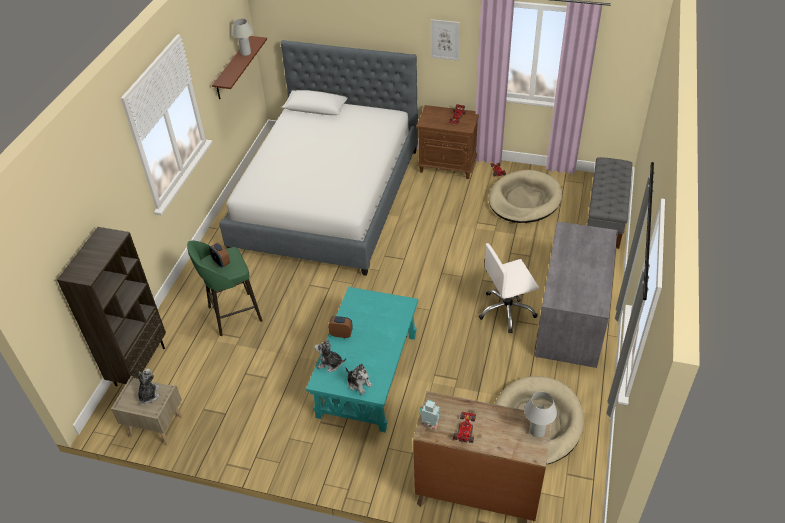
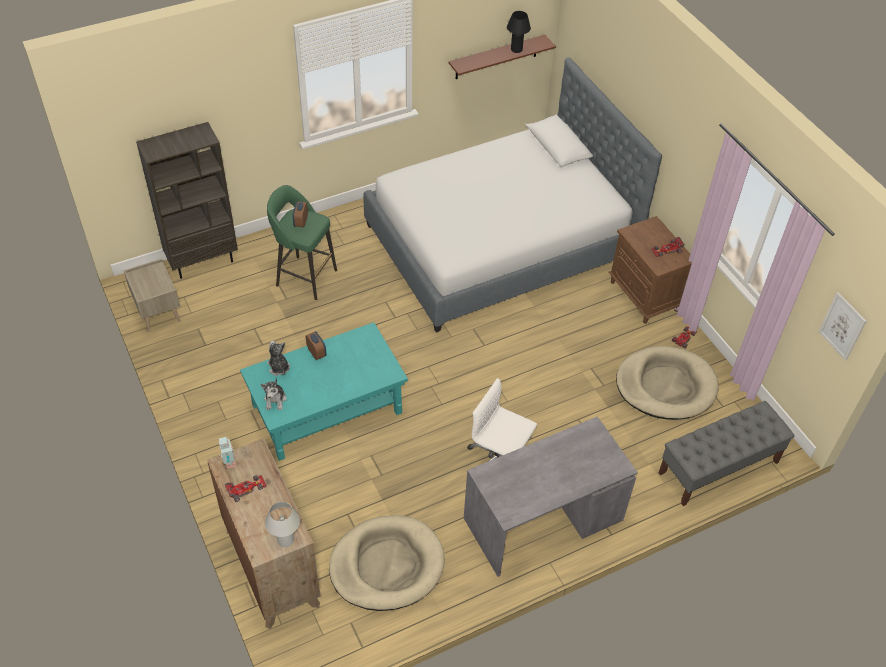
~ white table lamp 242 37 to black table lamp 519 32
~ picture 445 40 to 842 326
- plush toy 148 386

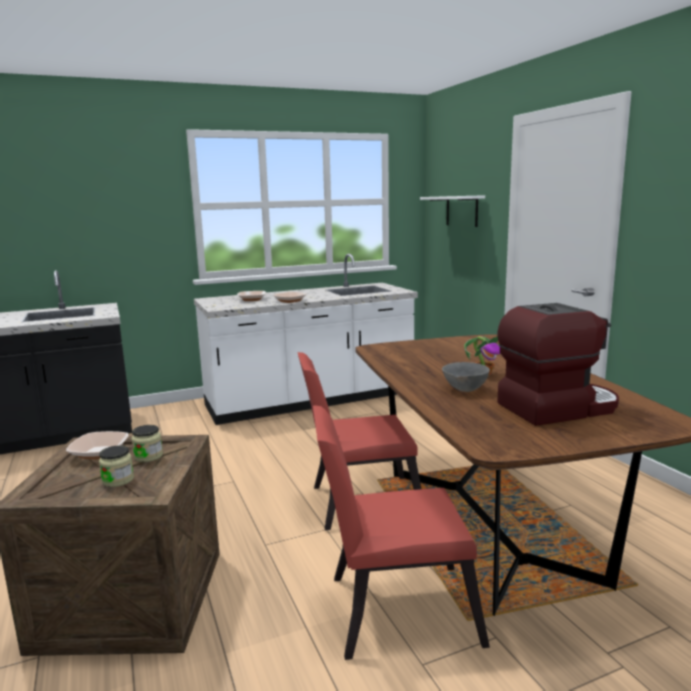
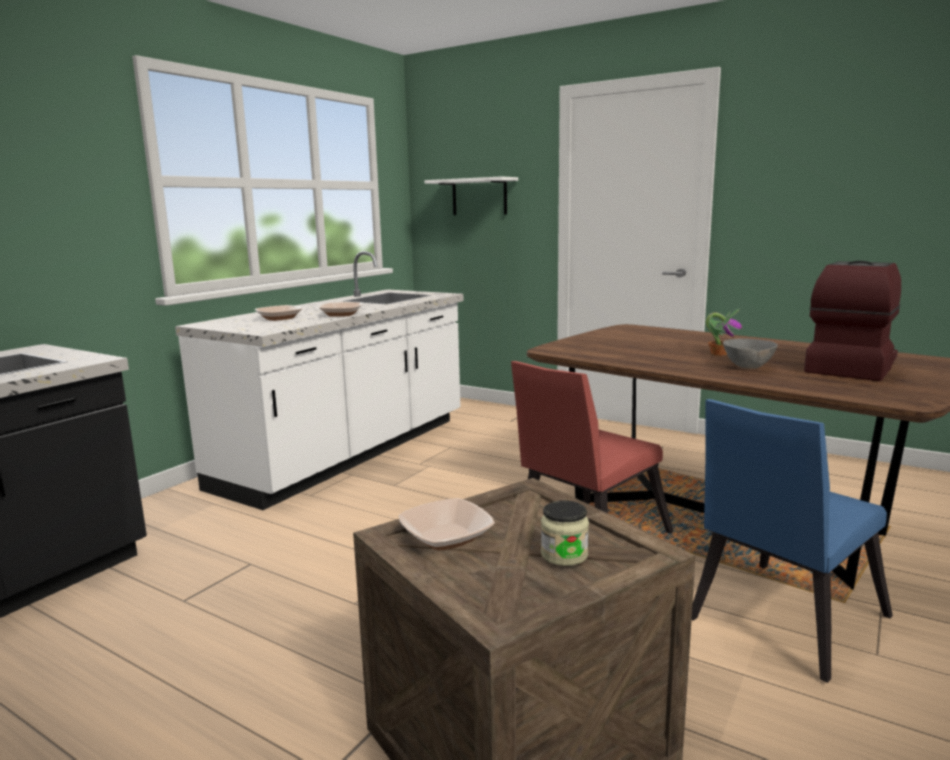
~ red chair 401 533 to blue chair 792 541
- jar 147 443

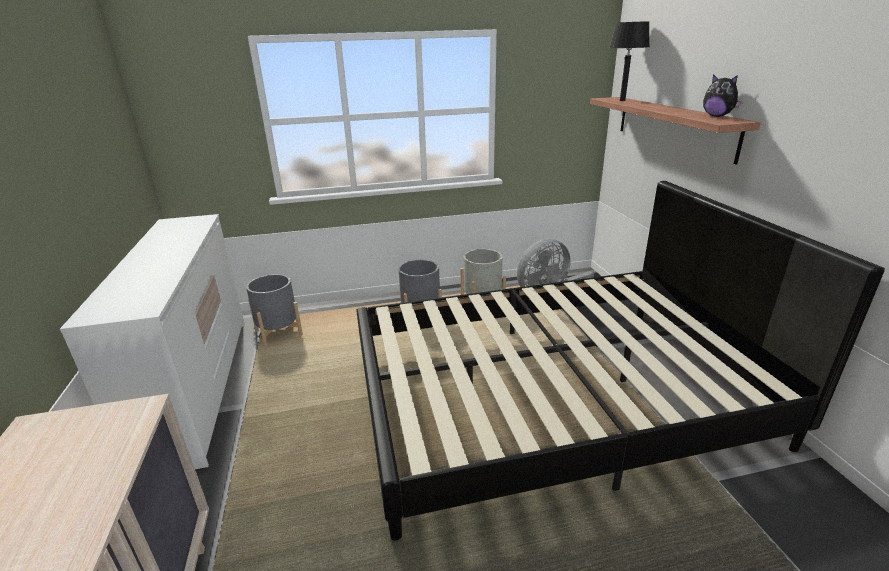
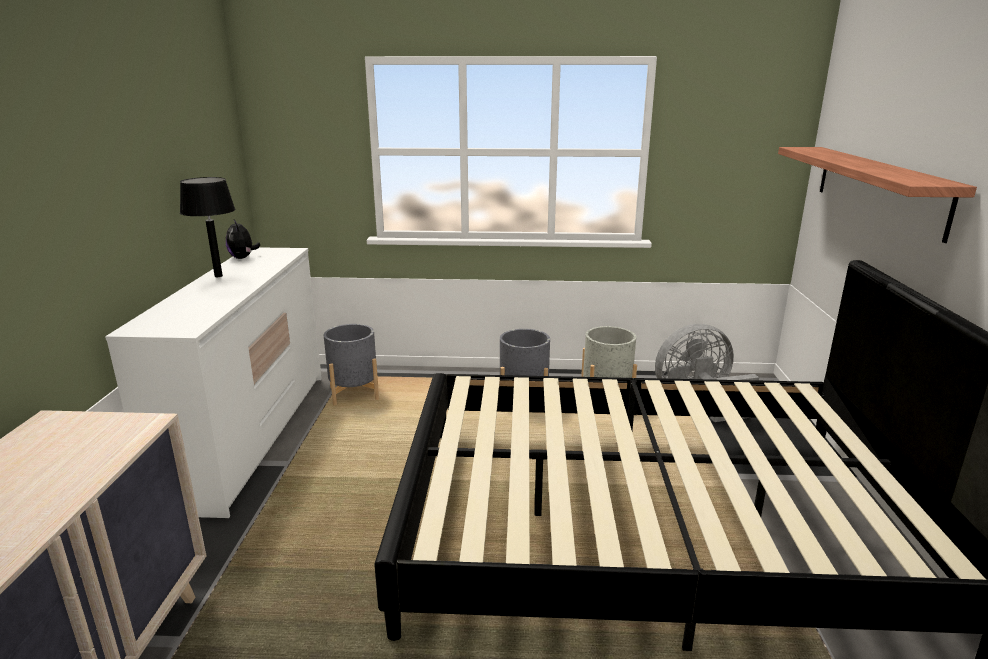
~ black table lamp 630 61 to 207 227
~ plush toy 723 95 to 243 239

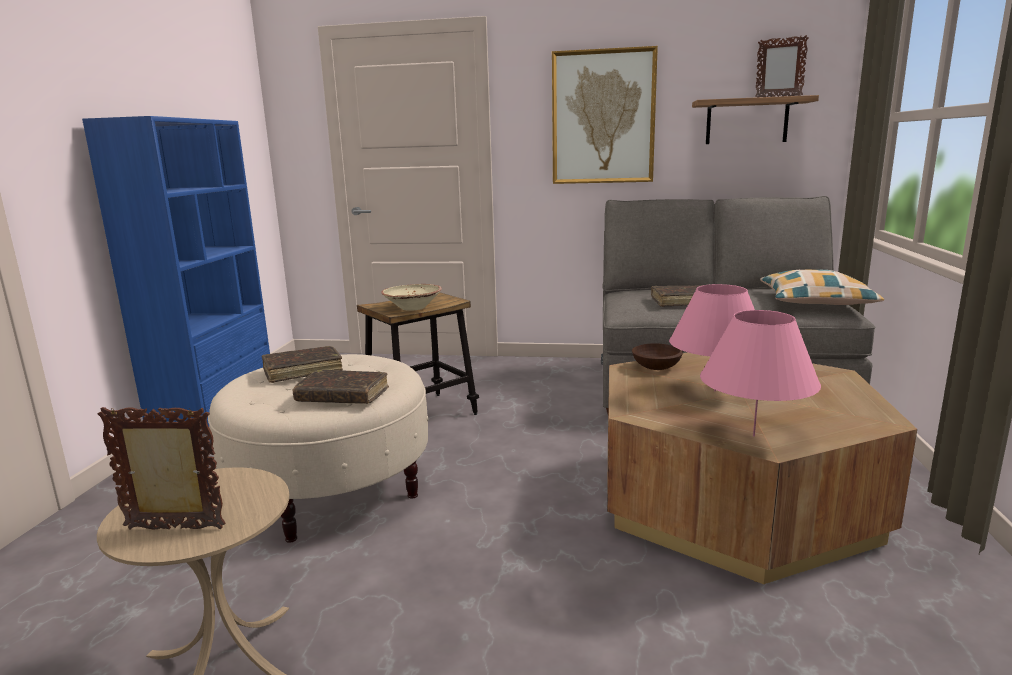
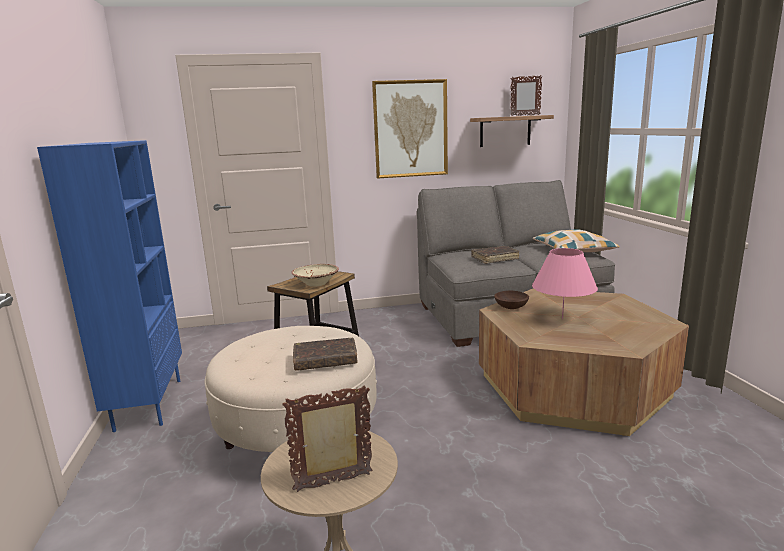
- pink table lamp 760 373
- brown book 302 364

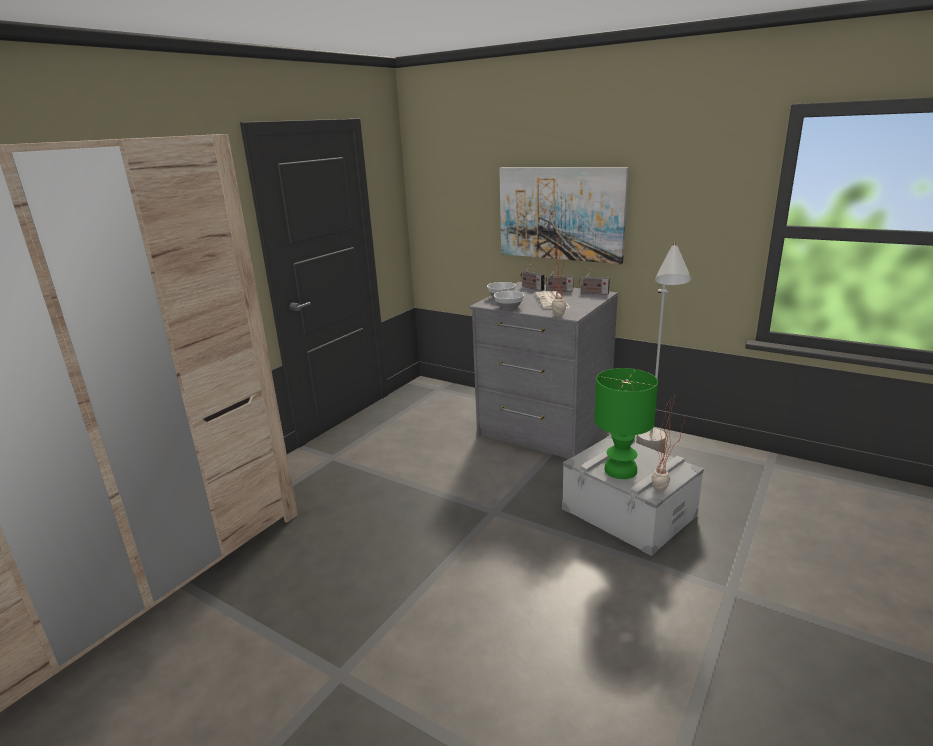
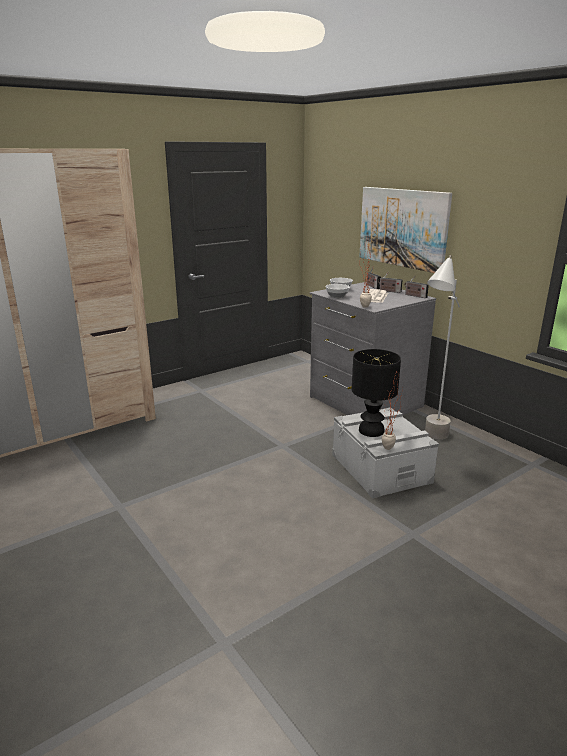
~ green table lamp 626 423 to black table lamp 376 393

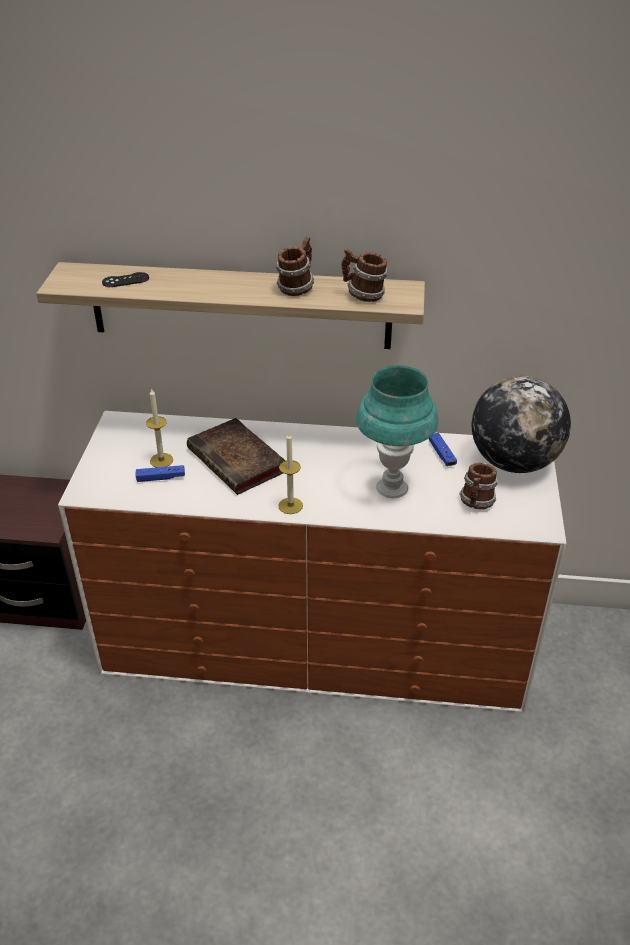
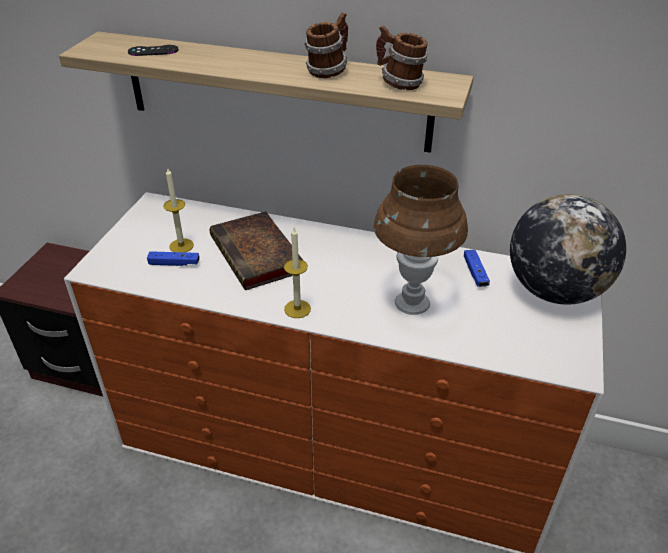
~ turquoise table lamp 397 431 to brown table lamp 421 240
- mug 478 486

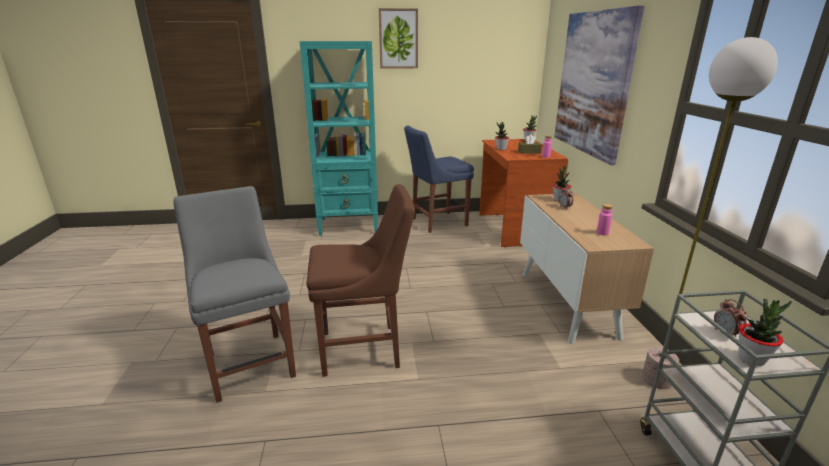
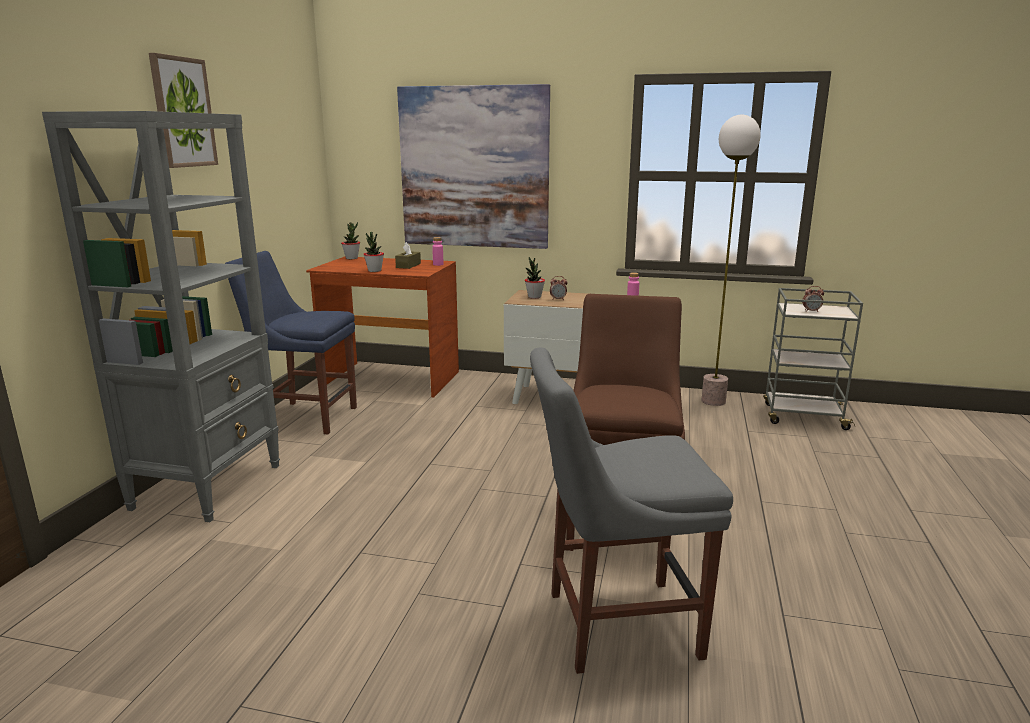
~ turquoise bookcase 339 138 to grey bookcase 161 316
~ blue chair 439 179 = 291 342 105 degrees clockwise
- potted plant 765 332

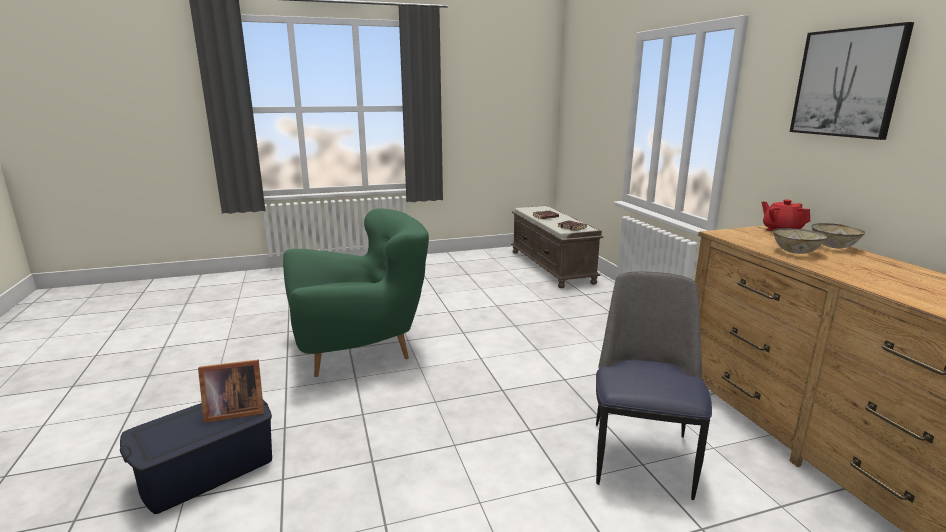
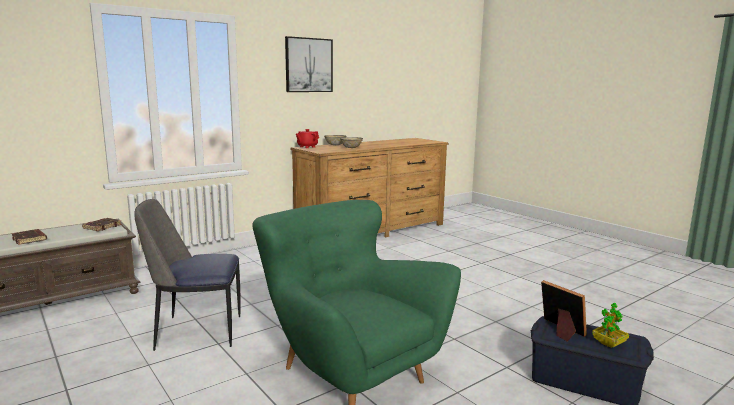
~ chair 654 385 to 187 275
+ potted plant 610 325

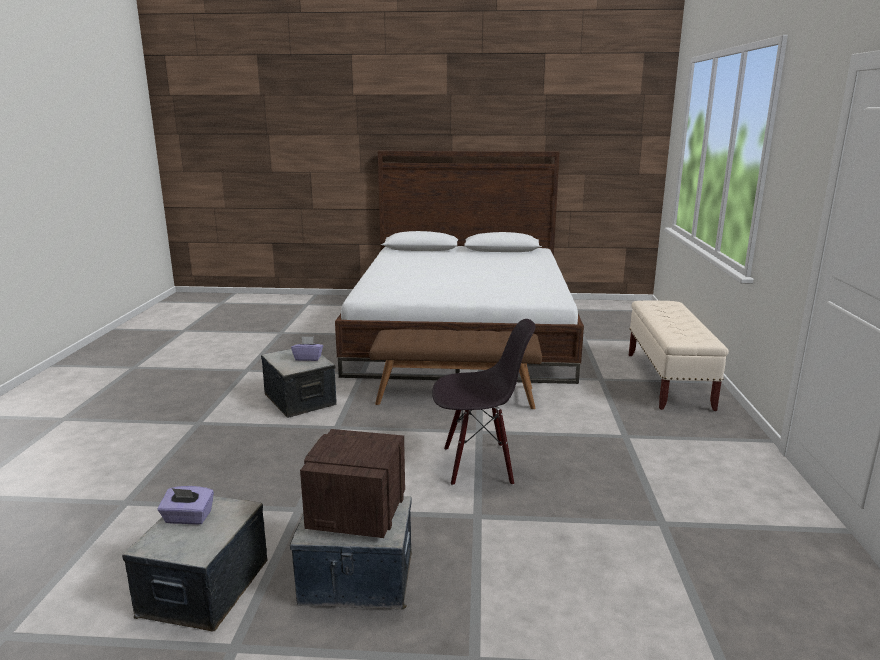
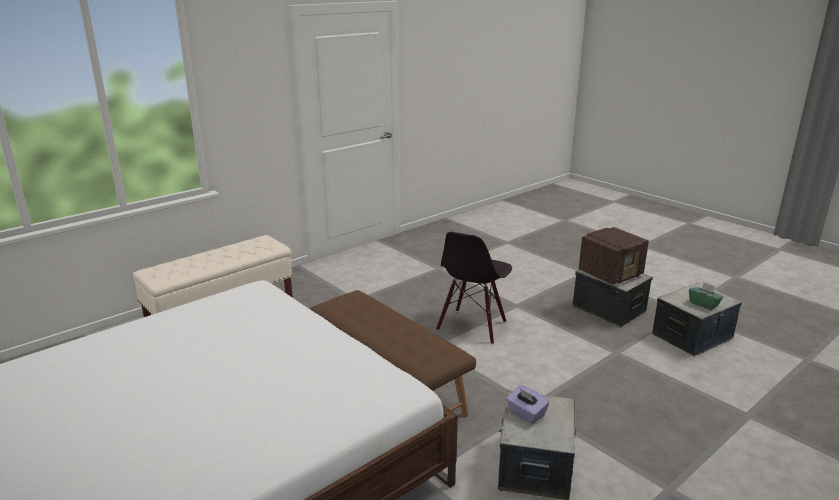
~ black chair 483 402 = 474 288 105 degrees counterclockwise
~ purple tissue box 186 505 to green tissue box 706 296

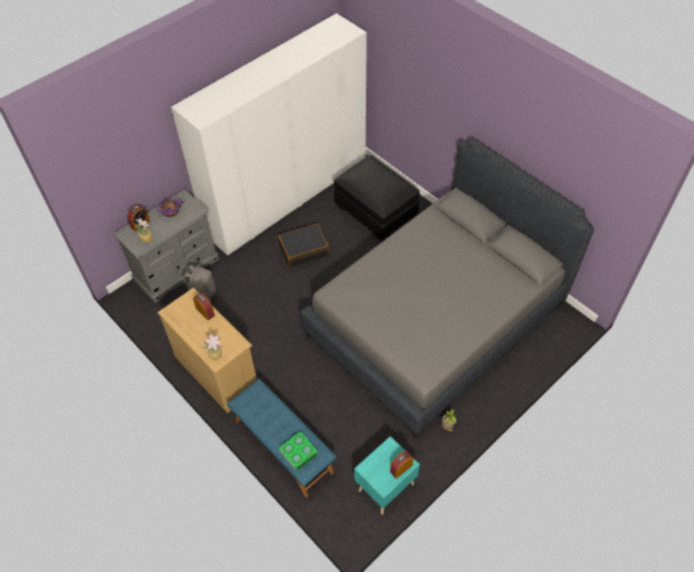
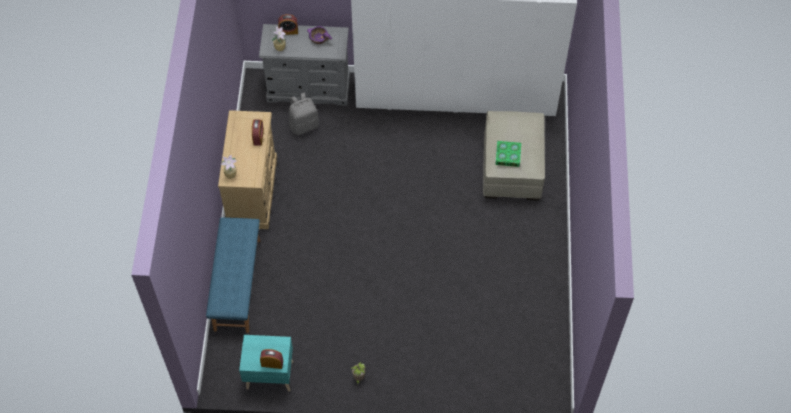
- grey bed 447 287
~ black ottoman 377 198 to beige ottoman 514 156
- black suitcase 303 245
~ book 298 451 to 508 154

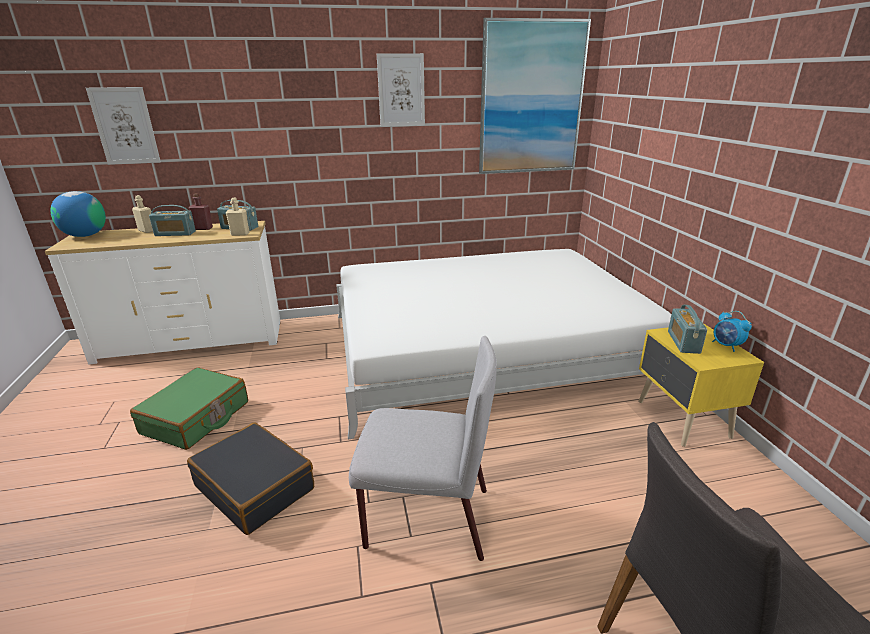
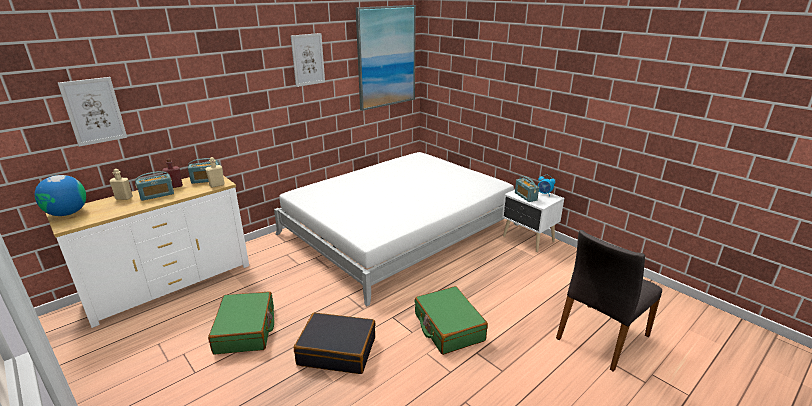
~ yellow nightstand 701 385 to white nightstand 533 221
~ grey chair 423 448 to green suitcase 451 320

